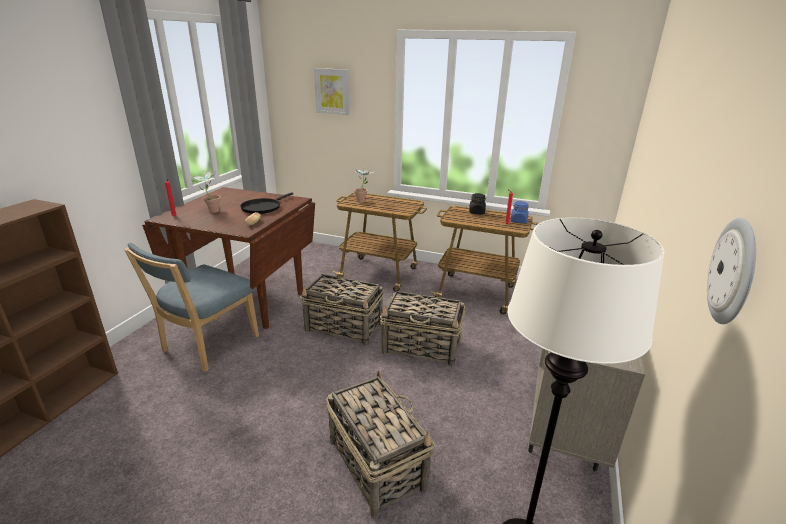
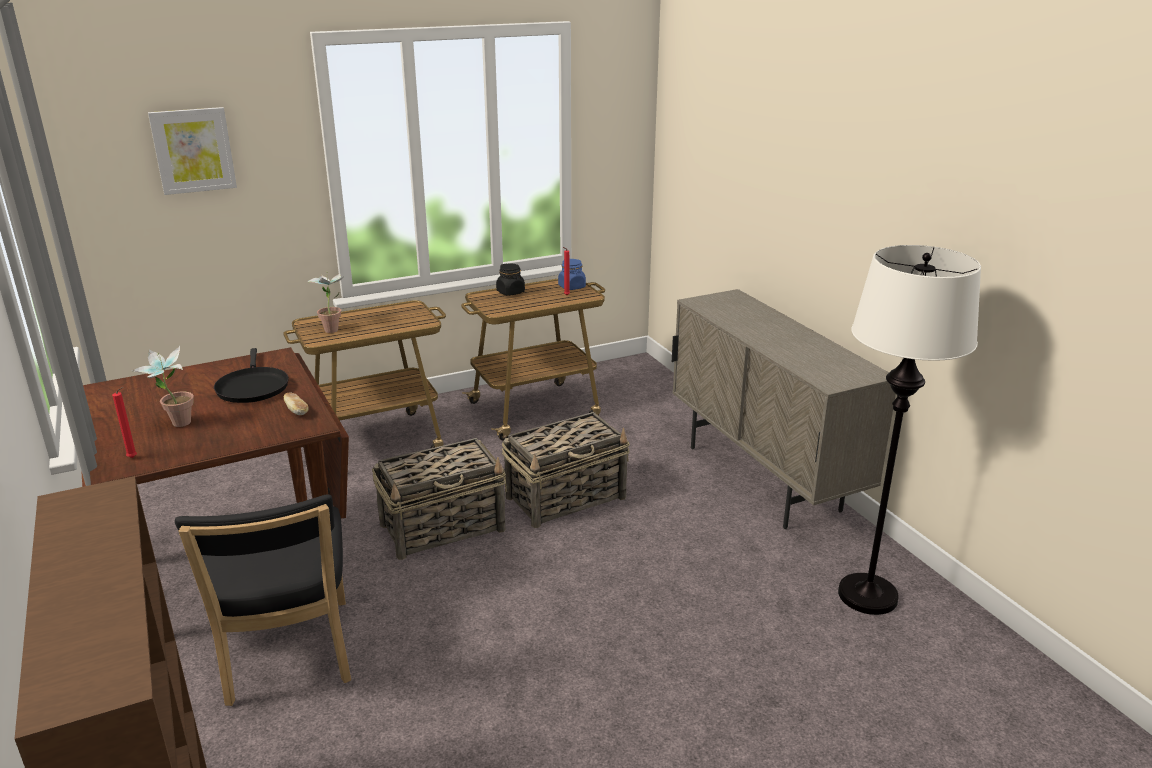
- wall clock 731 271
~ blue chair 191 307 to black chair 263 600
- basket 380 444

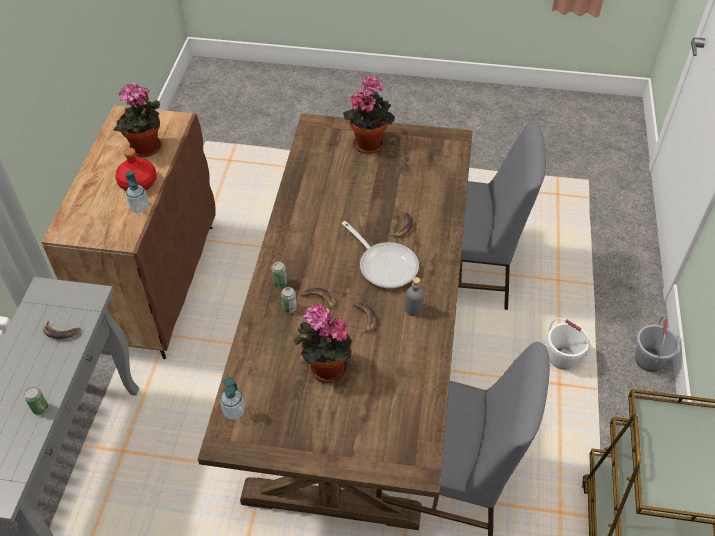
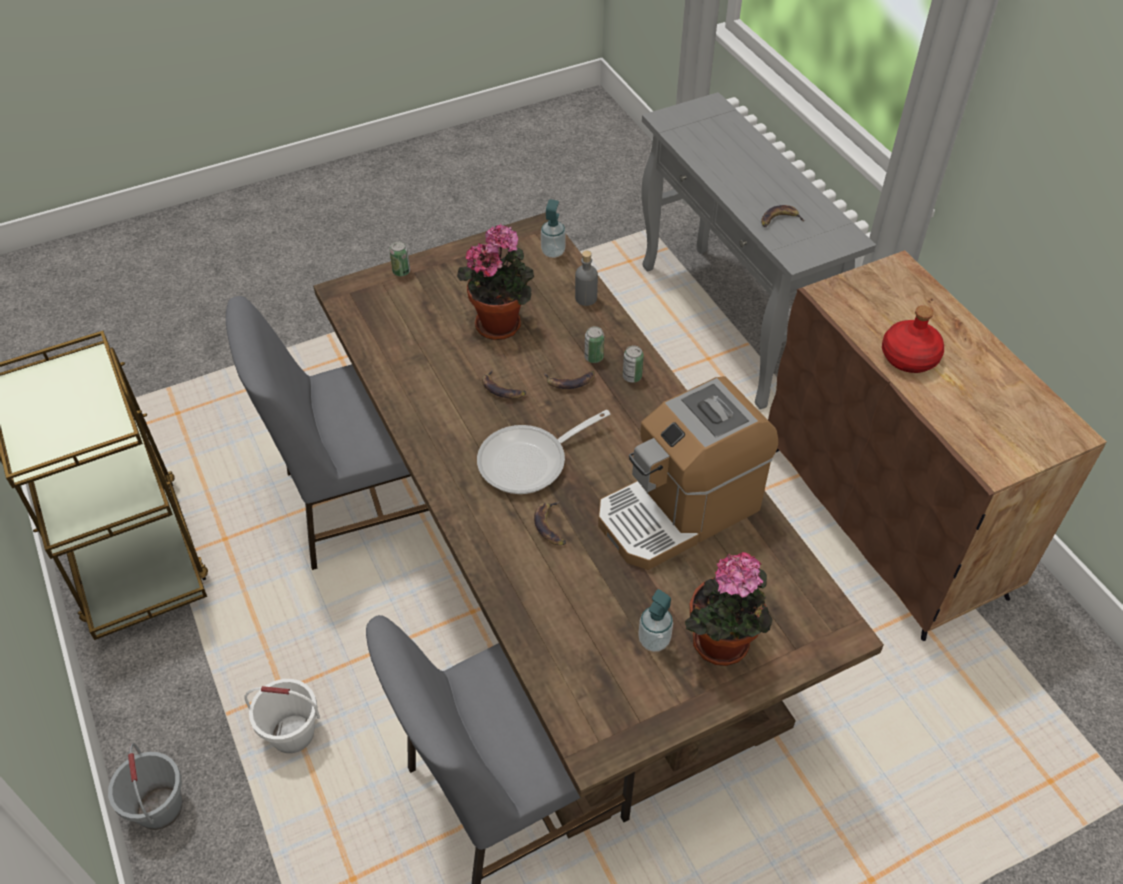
- potted plant 137 120
~ soap dispenser 136 192 to 655 620
~ frying pan 380 254 = 543 452 45 degrees counterclockwise
~ grey bottle 414 296 to 586 278
~ can 36 401 to 399 258
+ coffee machine 688 473

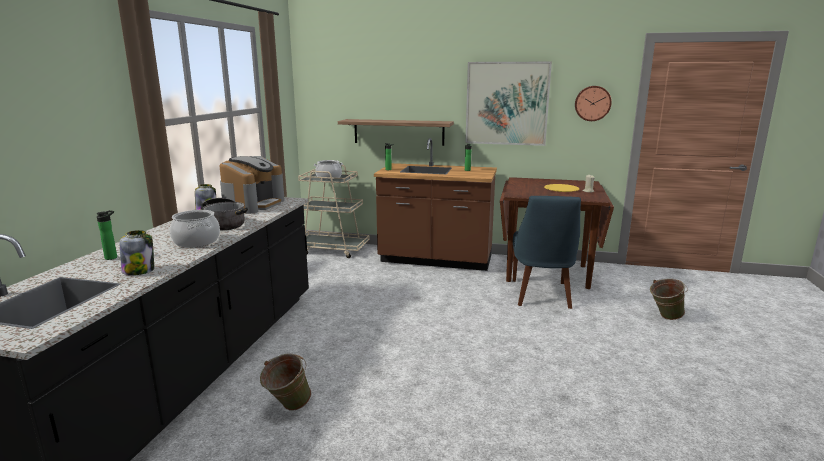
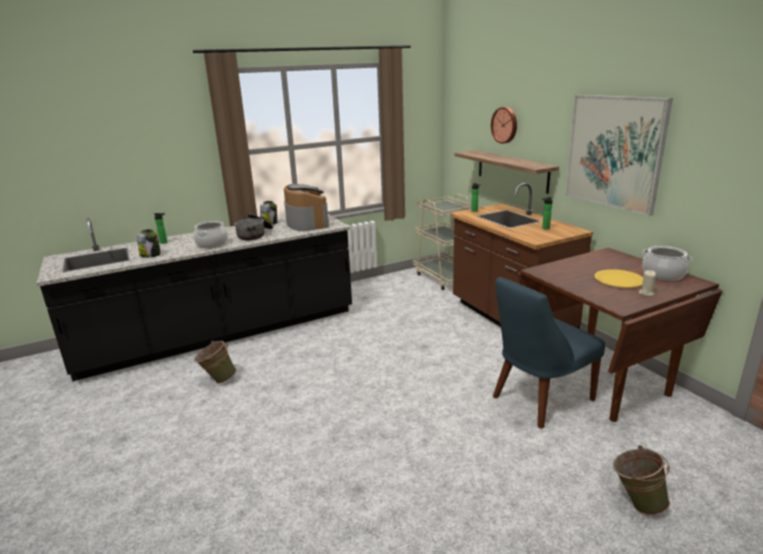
~ wall clock 593 103 to 504 125
~ coffee machine 252 185 = 306 207 90 degrees counterclockwise
~ cooking pot 328 170 to 667 263

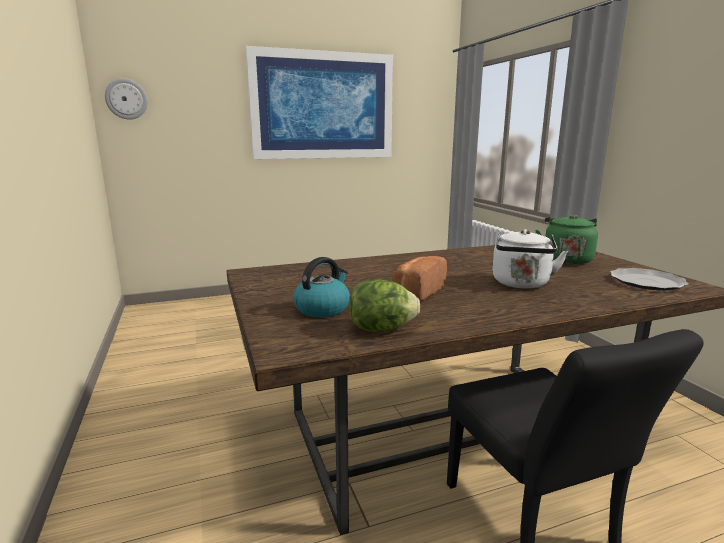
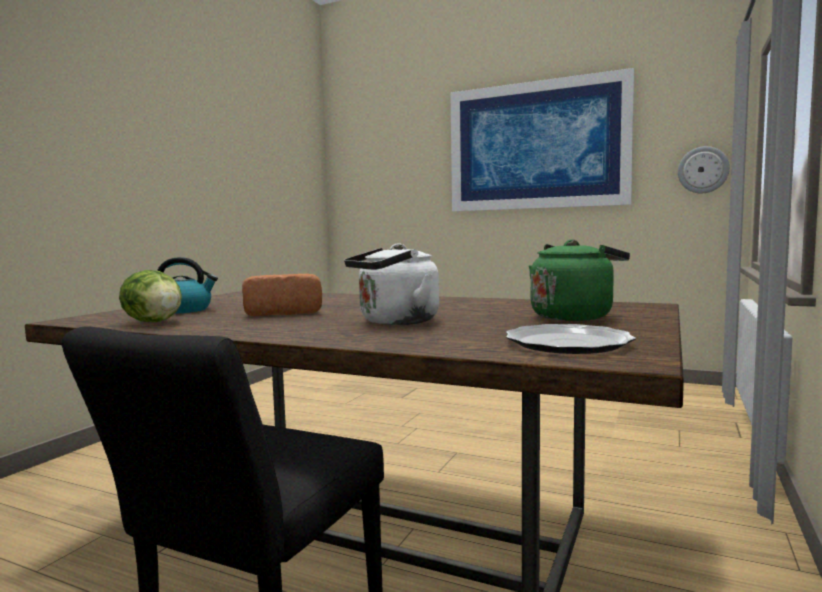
~ wall clock 126 99 to 704 169

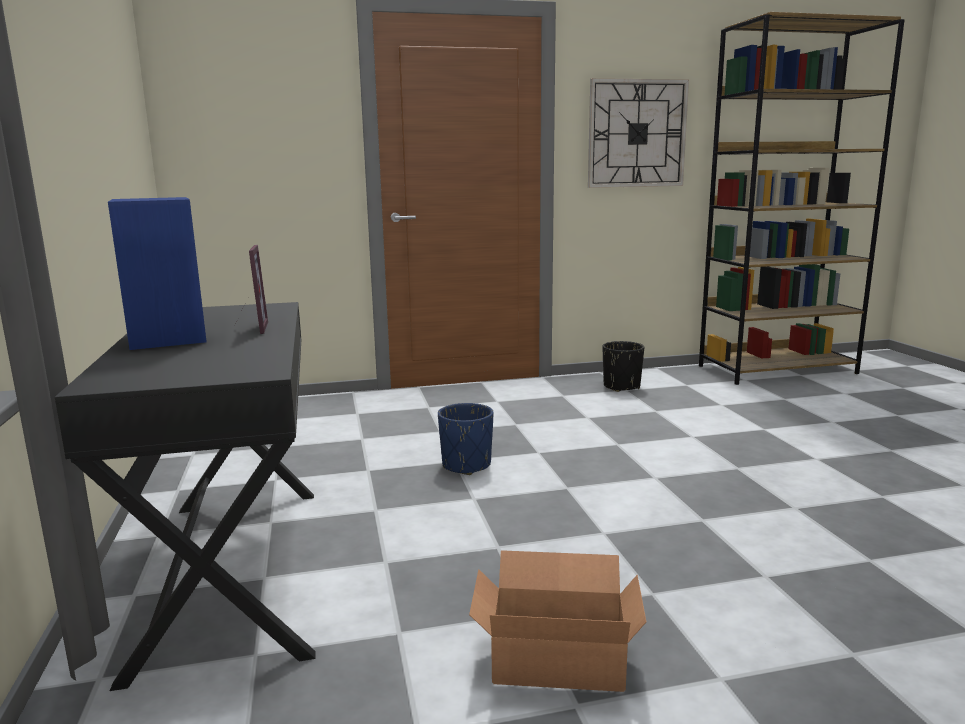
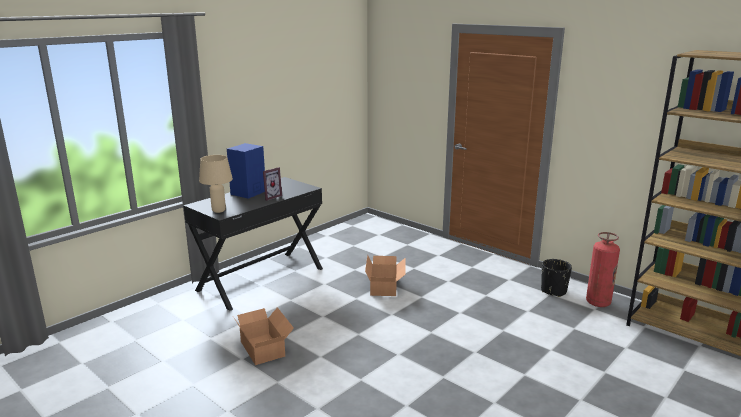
- wall clock 638 133
~ blue planter 465 439 to cardboard box 385 275
+ beige table lamp 216 184
+ fire extinguisher 603 269

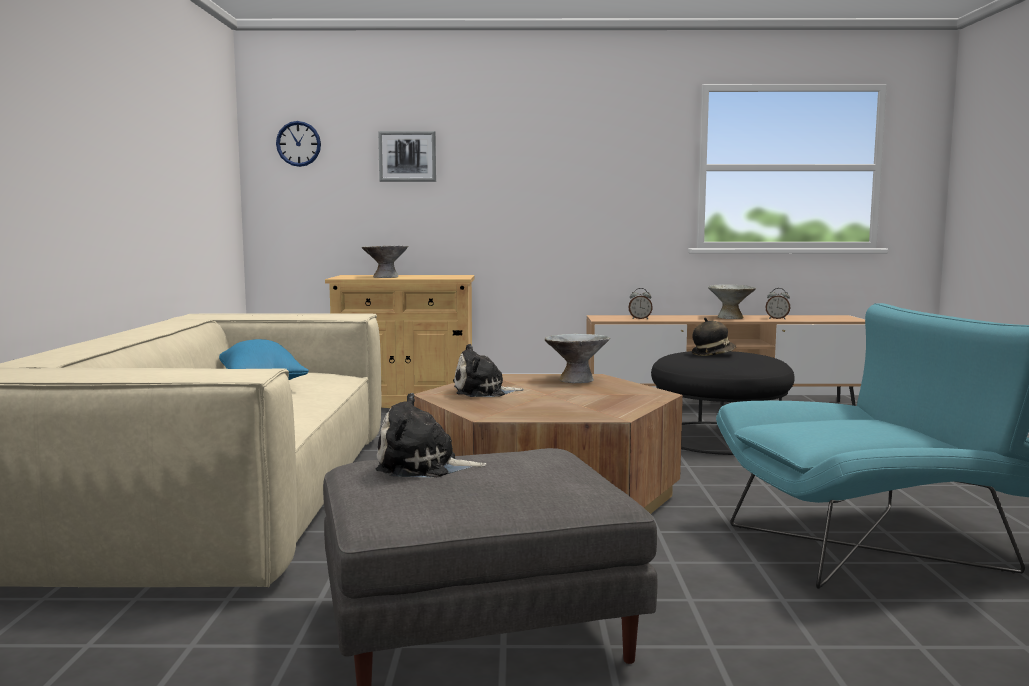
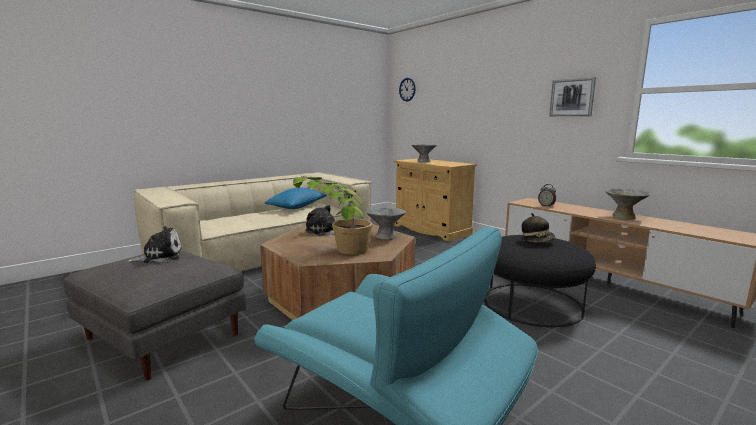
~ picture 407 156 to 572 96
- alarm clock 778 303
~ plush toy 431 435 = 154 244 105 degrees clockwise
+ potted plant 332 215

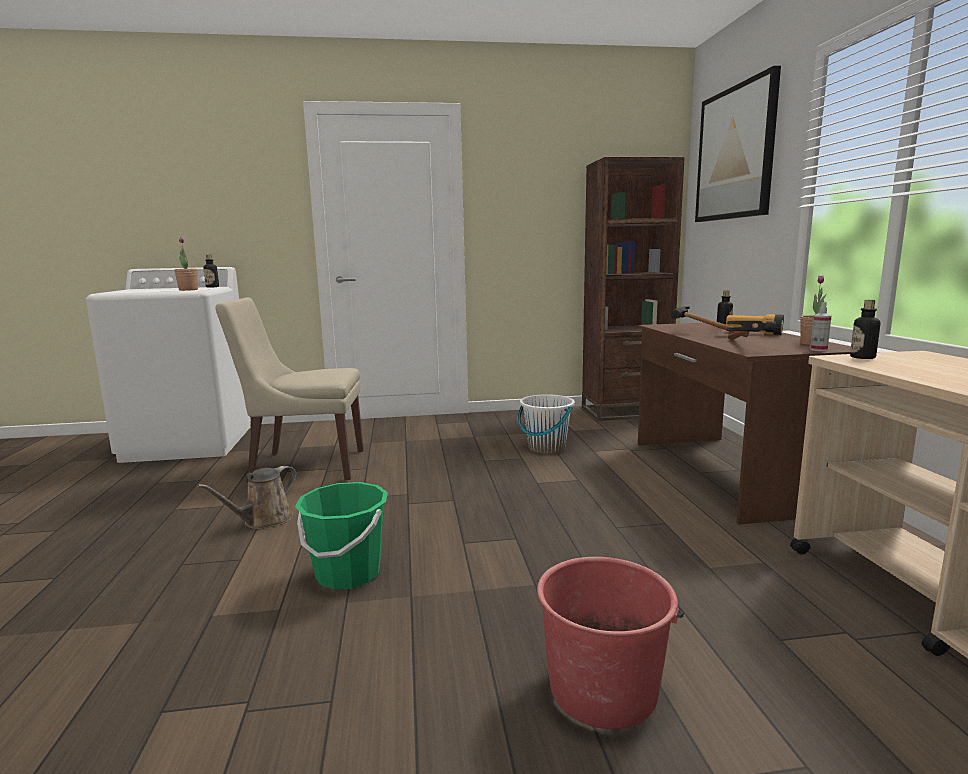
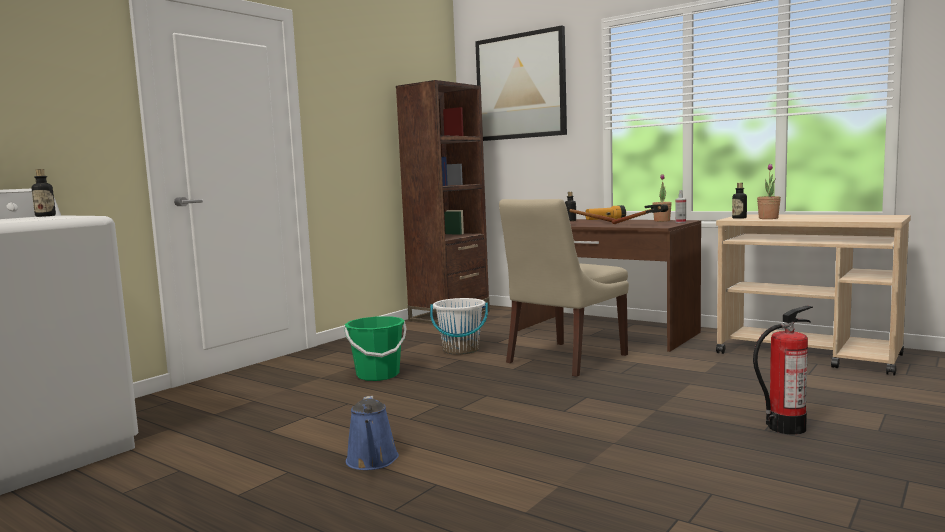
~ potted plant 186 264 to 769 191
~ beige chair 289 390 to 564 288
~ brown watering can 247 497 to blue watering can 372 433
~ green bucket 341 535 to 376 348
~ red bucket 610 643 to fire extinguisher 783 370

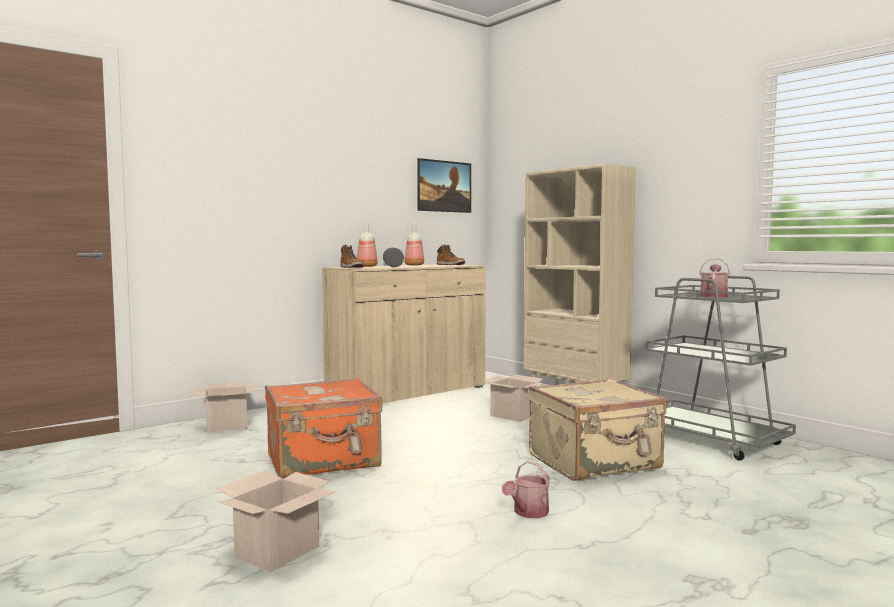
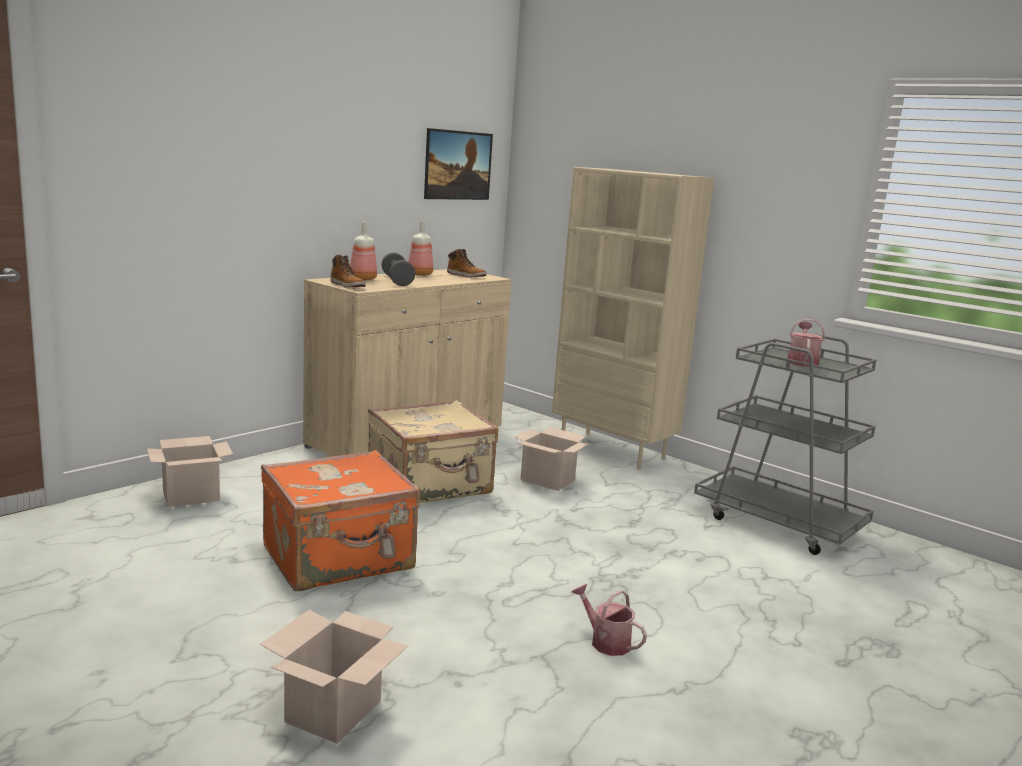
~ beige suitcase 598 430 to 433 451
~ watering can 526 489 = 609 620 105 degrees clockwise

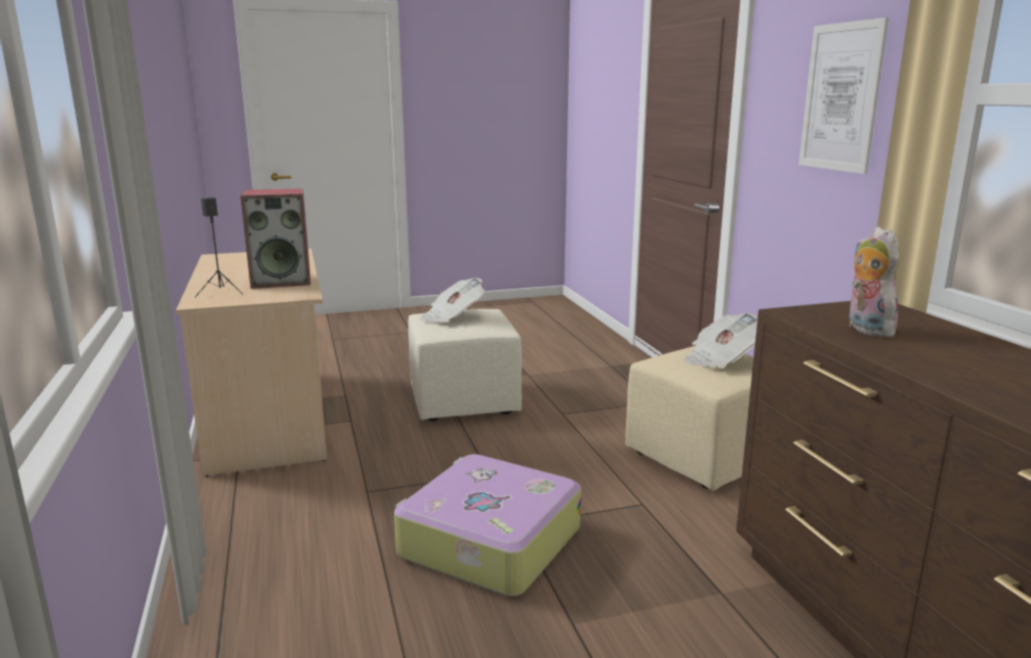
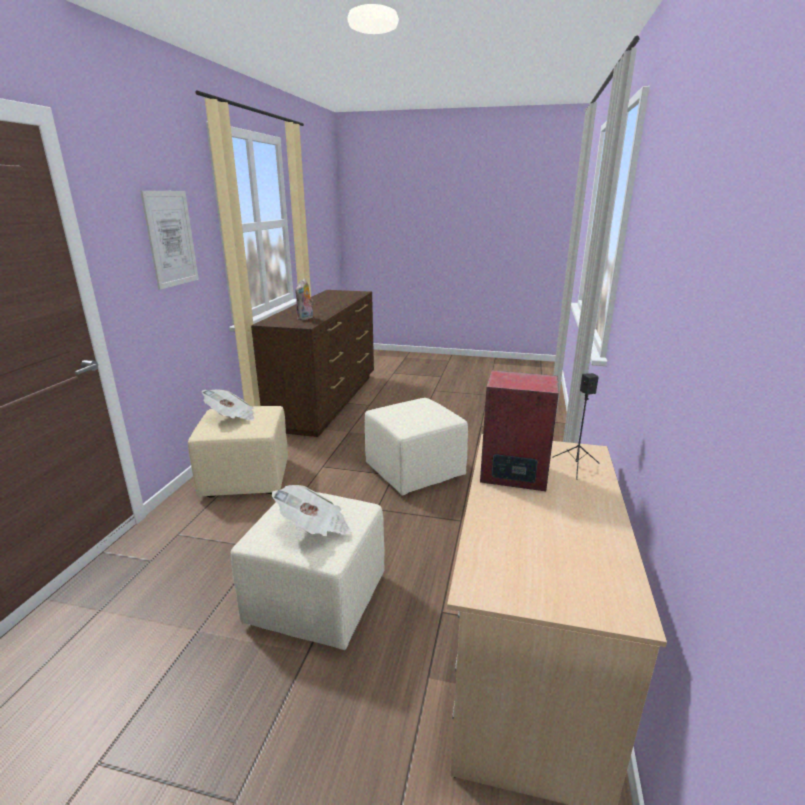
~ suitcase 487 525 to beige ottoman 416 446

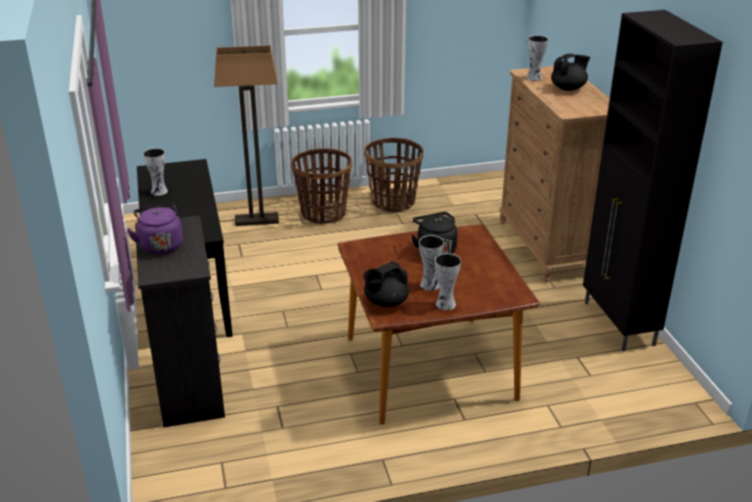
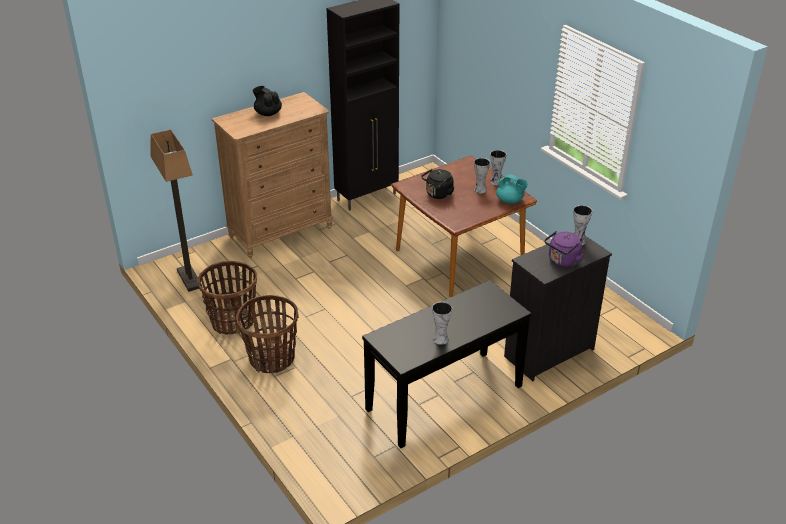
~ vase 537 58 to 582 225
~ floor lamp 246 135 to 177 211
~ black teapot 386 284 to turquoise teapot 512 189

